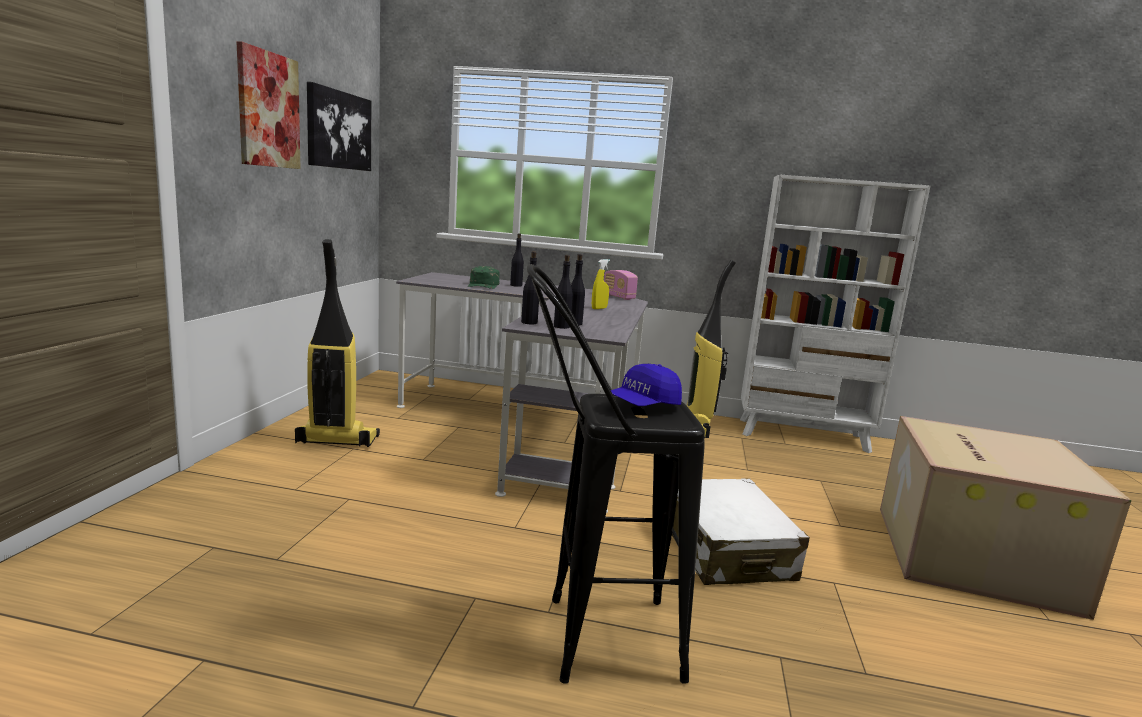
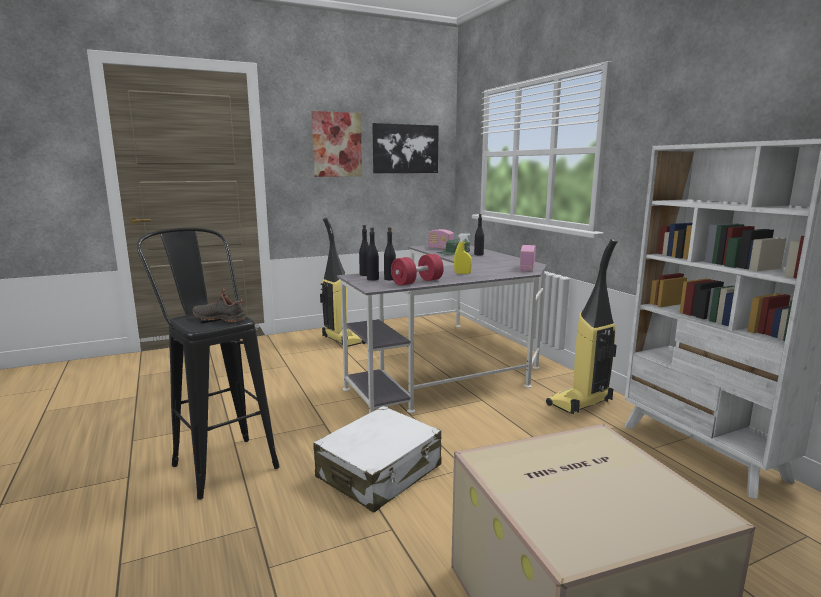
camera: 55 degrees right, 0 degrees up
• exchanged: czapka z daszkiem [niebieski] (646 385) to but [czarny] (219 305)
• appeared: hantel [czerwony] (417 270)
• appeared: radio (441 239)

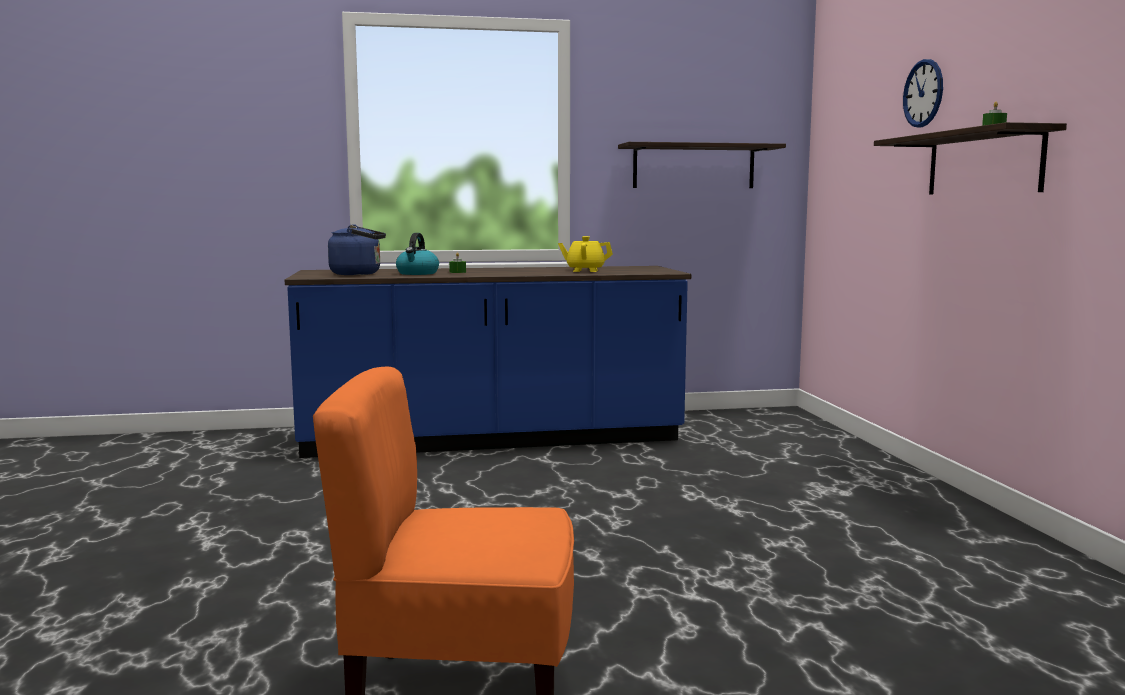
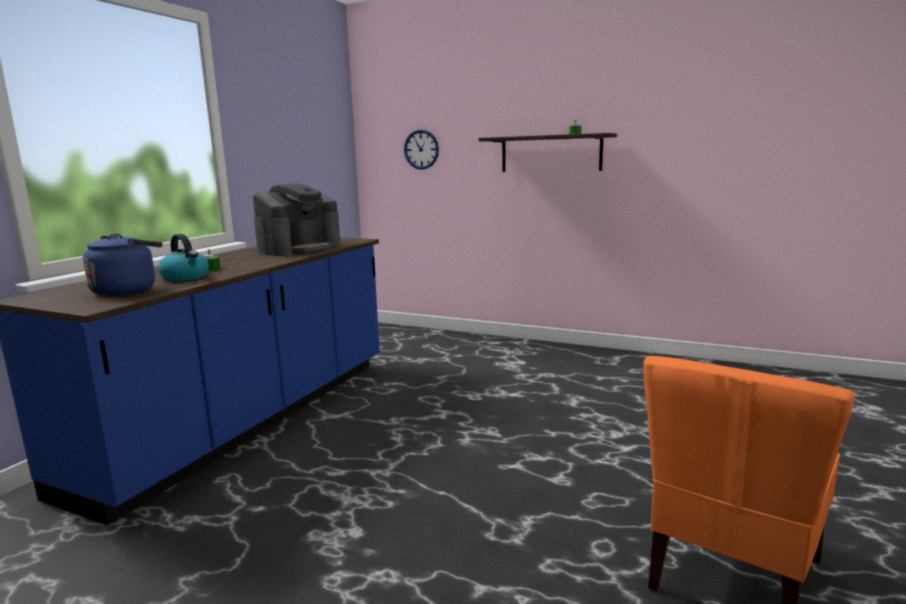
camera: 55 degrees left, 5 degrees up
• exchanged: imbryk [żółty] (585 254) to ekspres do kawy (297 219)
• relocated: zegar ścienny (923 93) to (421 149)
• missing: półka (702 165)

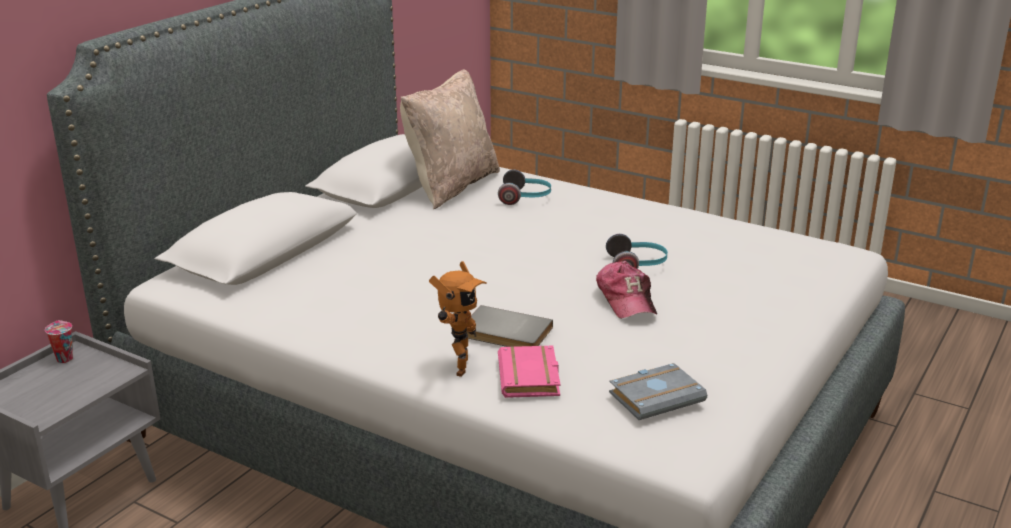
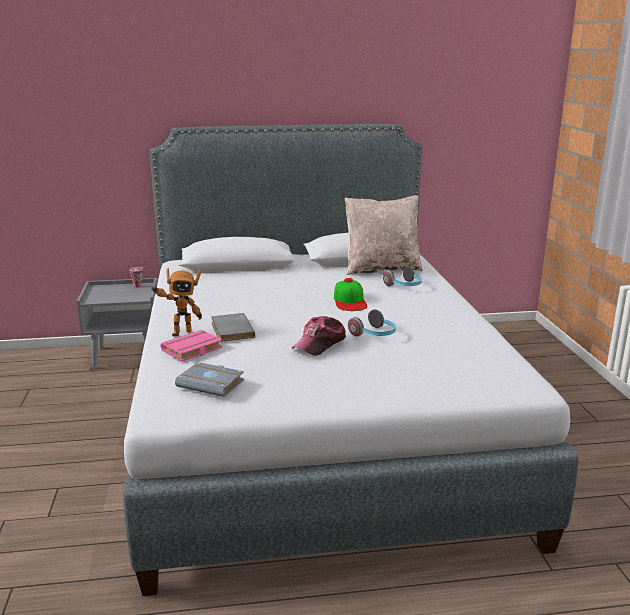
camera: 50 degrees right, 5 degrees down
• appeared: czapka z daszkiem (351 294)

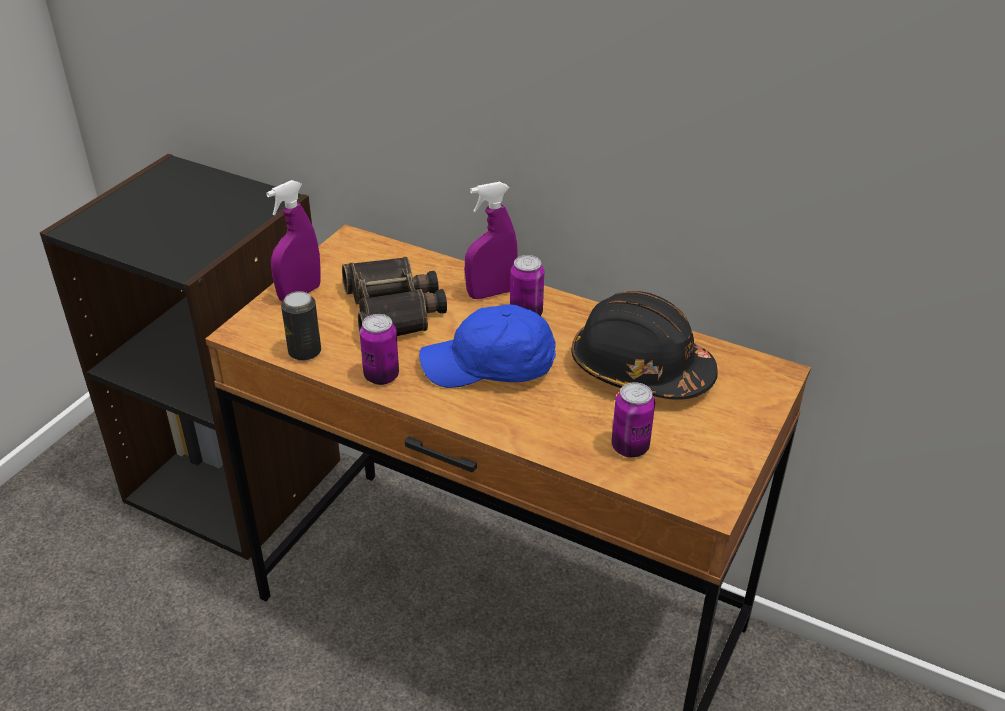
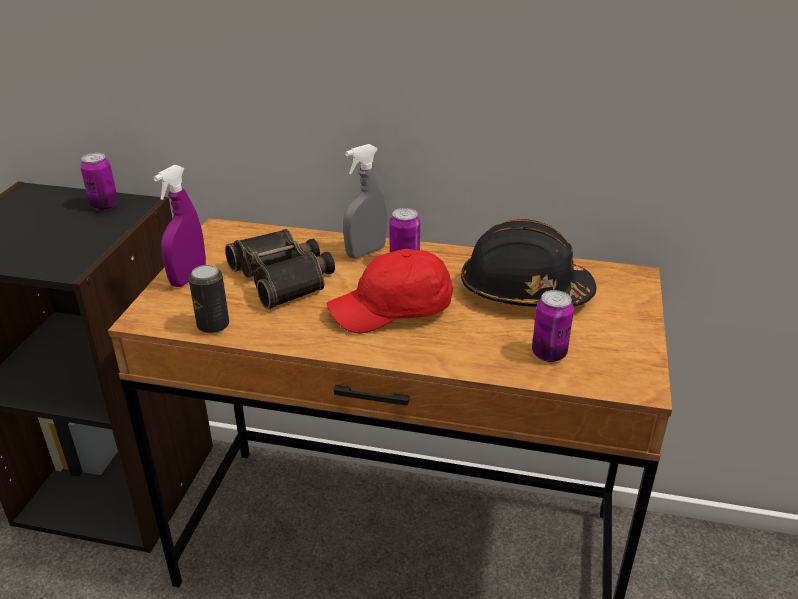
camera: 15 degrees left, 5 degrees down
• relocated: puszka (379 349) to (99 182)
• colour: czapka z daszkiem [niebieski] (487 346) to czapka z daszkiem [czerwony] (389 291)
• colour: spryskiwacz [fioletowy] (491 240) to spryskiwacz [szary] (365 201)

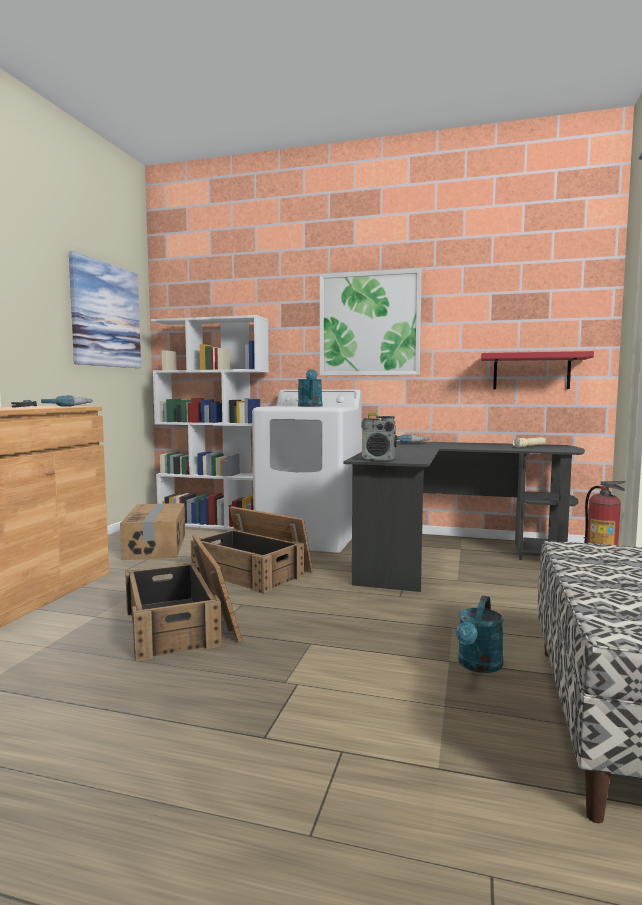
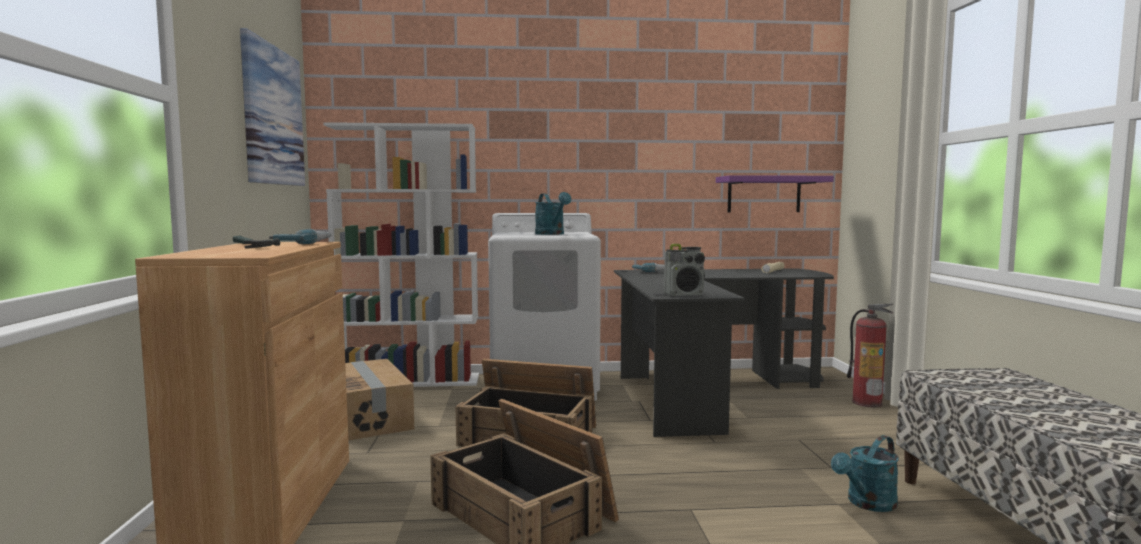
camera: 20 degrees left, 0 degrees up
• colour: półka [czerwony] (537 370) to półka [fioletowy] (775 193)
• spun: konewka [turkusowy] (480 634) = (865 473) 45 degrees clockwise
• missing: obraz (371 322)

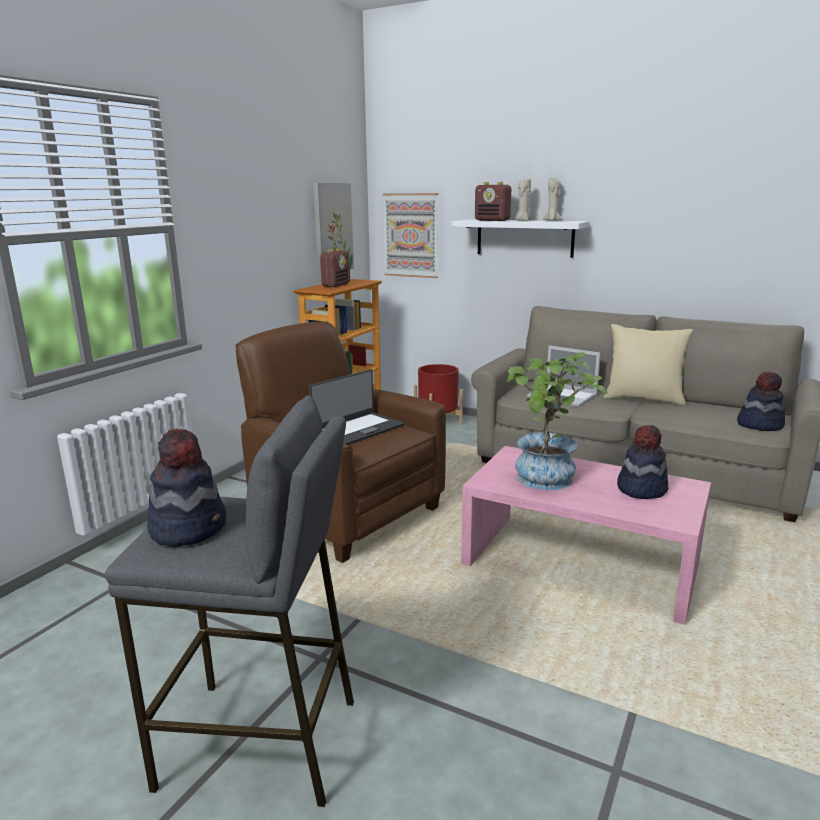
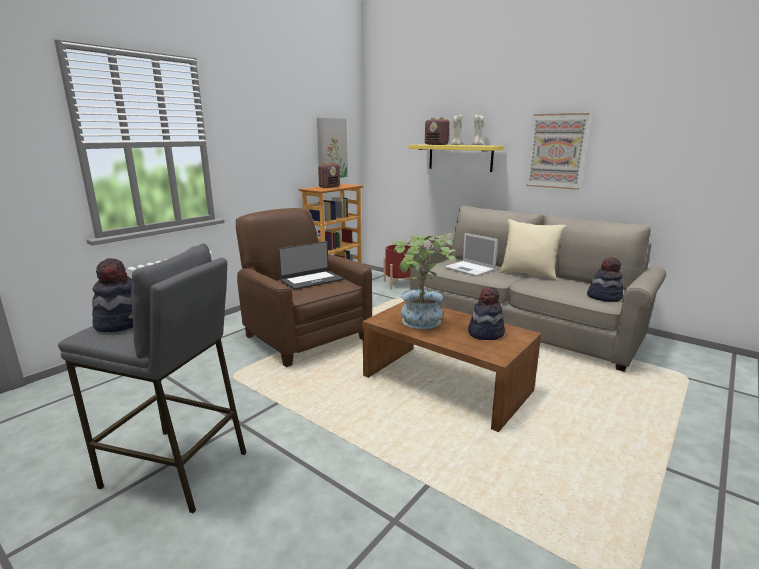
camera: 10 degrees right, 0 degrees up
• colour: ława [różowy] (586 535) to ława [brązowy] (451 366)
• colour: półka [biały] (520 239) to półka [żółty] (455 158)
• relocated: obraz (410 235) to (558 151)

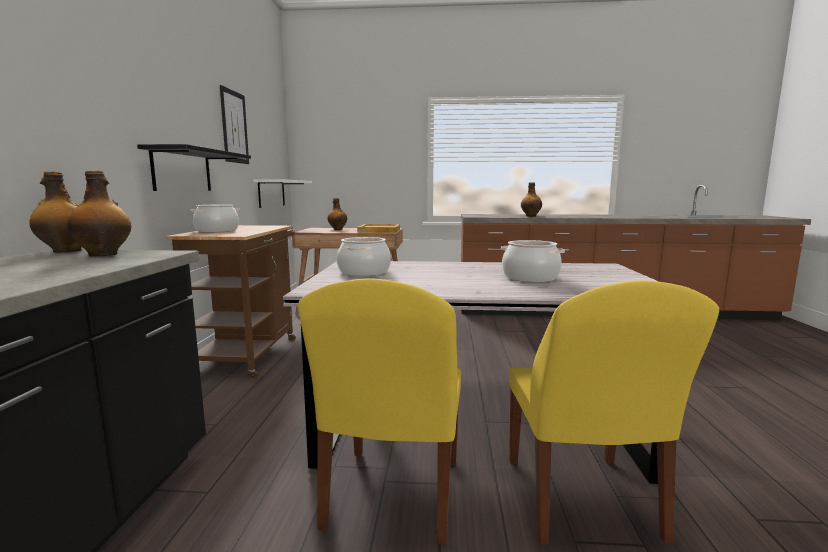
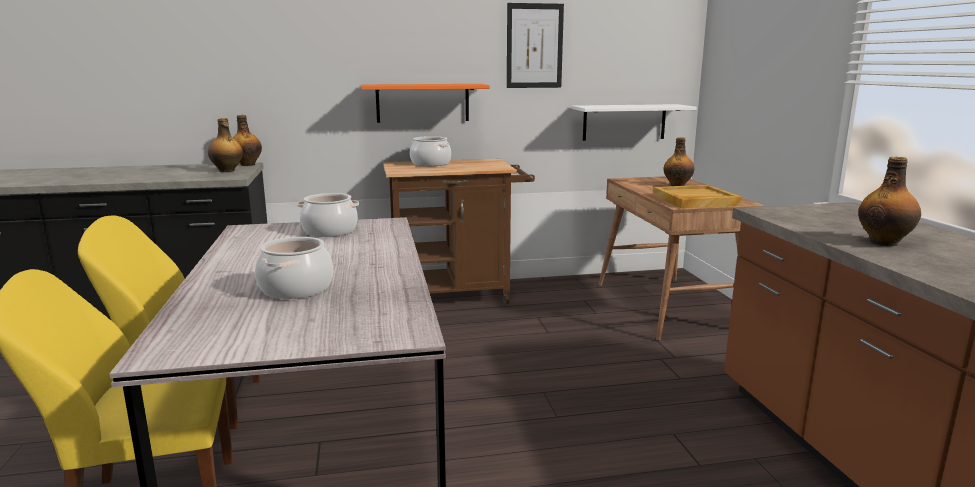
camera: 75 degrees right, 5 degrees up
• colour: półka [czarny] (194 167) to półka [pomarańczowy] (425 103)

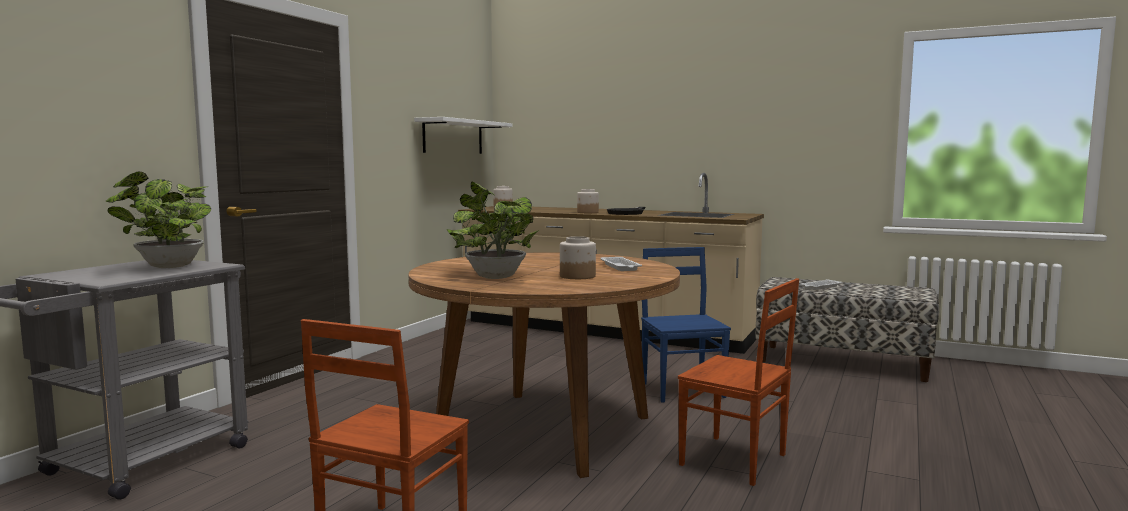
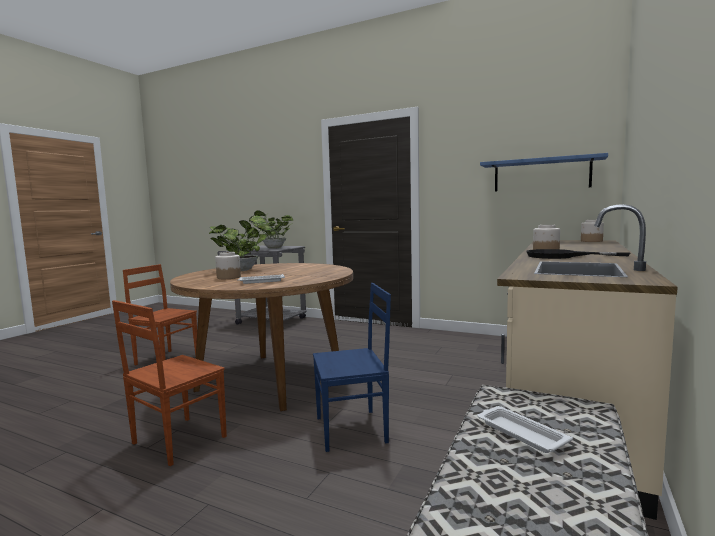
camera: 90 degrees right, 0 degrees up
• colour: półka [biały] (463 135) to półka [niebieski] (544 172)

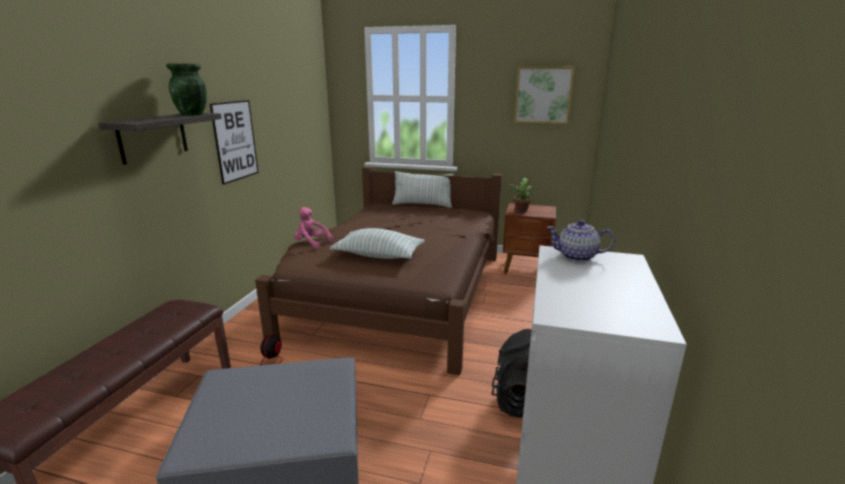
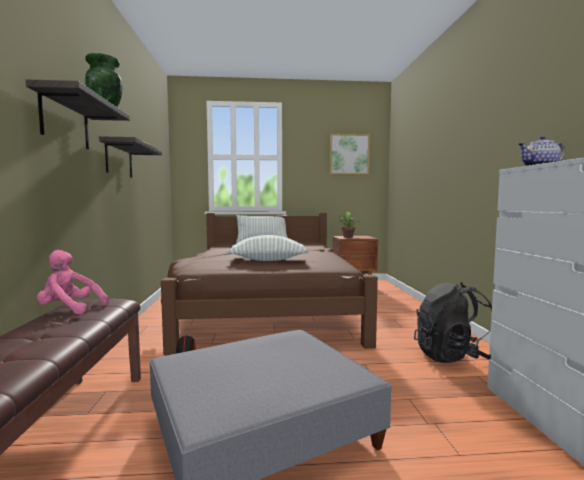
camera: 20 degrees left, 15 degrees down
• relocated: pluszak [różowy] (313 228) to (73 282)
• exchanged: obraz (234 142) to półka (130 157)

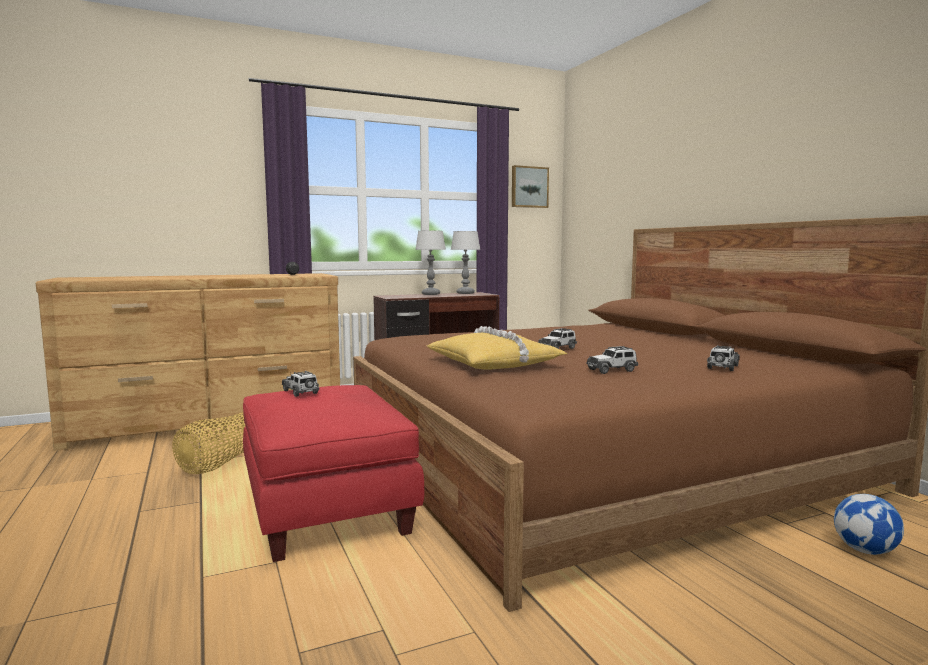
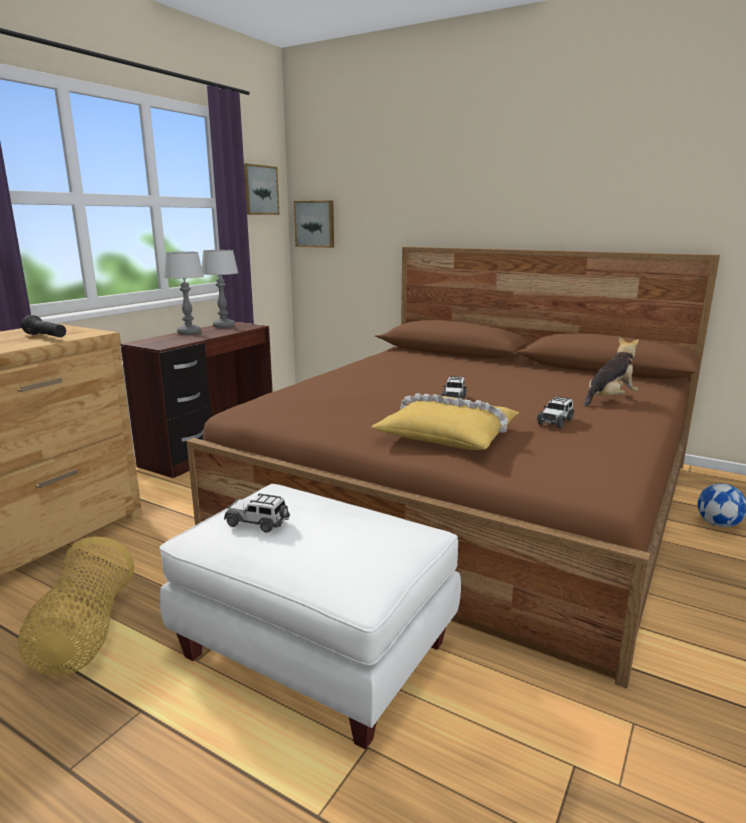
camera: 35 degrees left, 10 degrees up
• colour: pufa [czerwony] (333 473) to pufa [biały] (310 617)
• appeared: obraz (314 224)
• exchanged: samochodzik (723 358) to pluszak (611 372)

